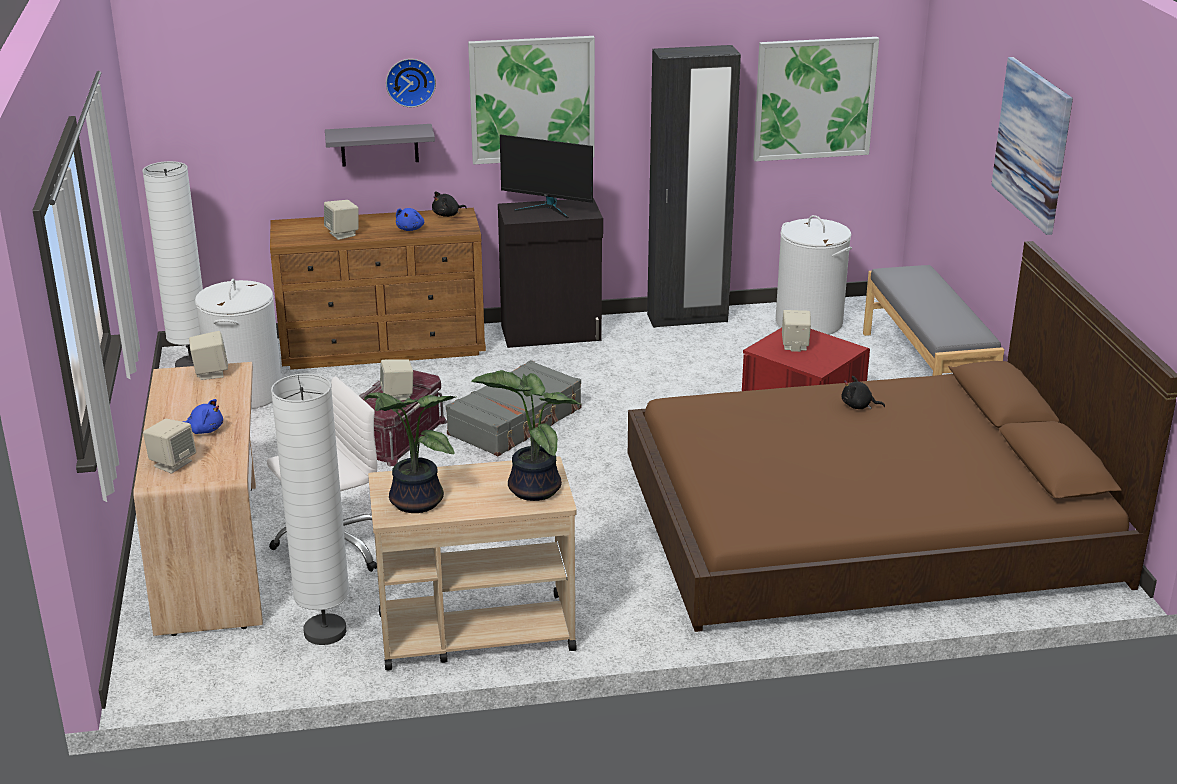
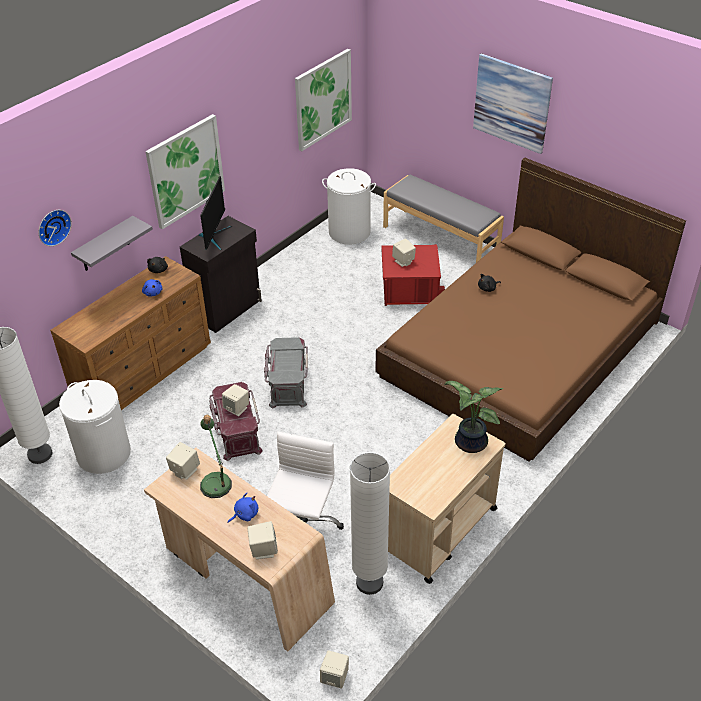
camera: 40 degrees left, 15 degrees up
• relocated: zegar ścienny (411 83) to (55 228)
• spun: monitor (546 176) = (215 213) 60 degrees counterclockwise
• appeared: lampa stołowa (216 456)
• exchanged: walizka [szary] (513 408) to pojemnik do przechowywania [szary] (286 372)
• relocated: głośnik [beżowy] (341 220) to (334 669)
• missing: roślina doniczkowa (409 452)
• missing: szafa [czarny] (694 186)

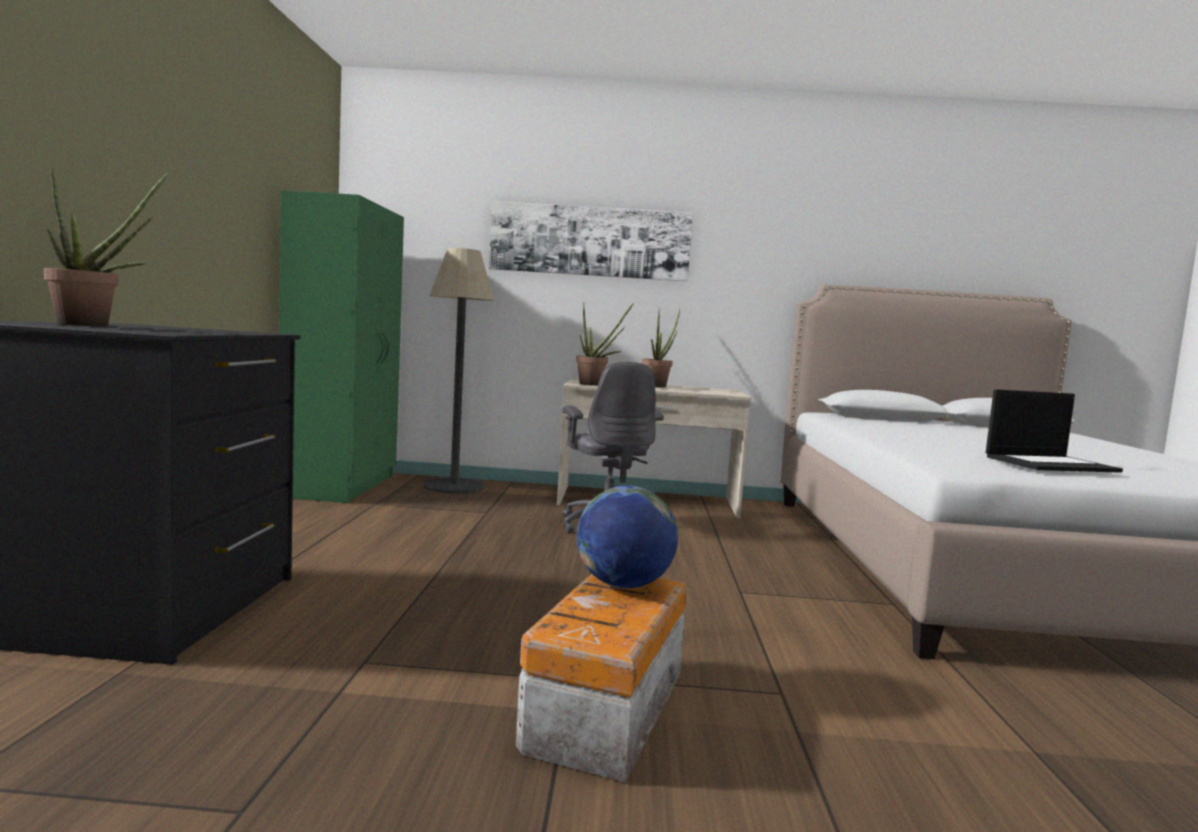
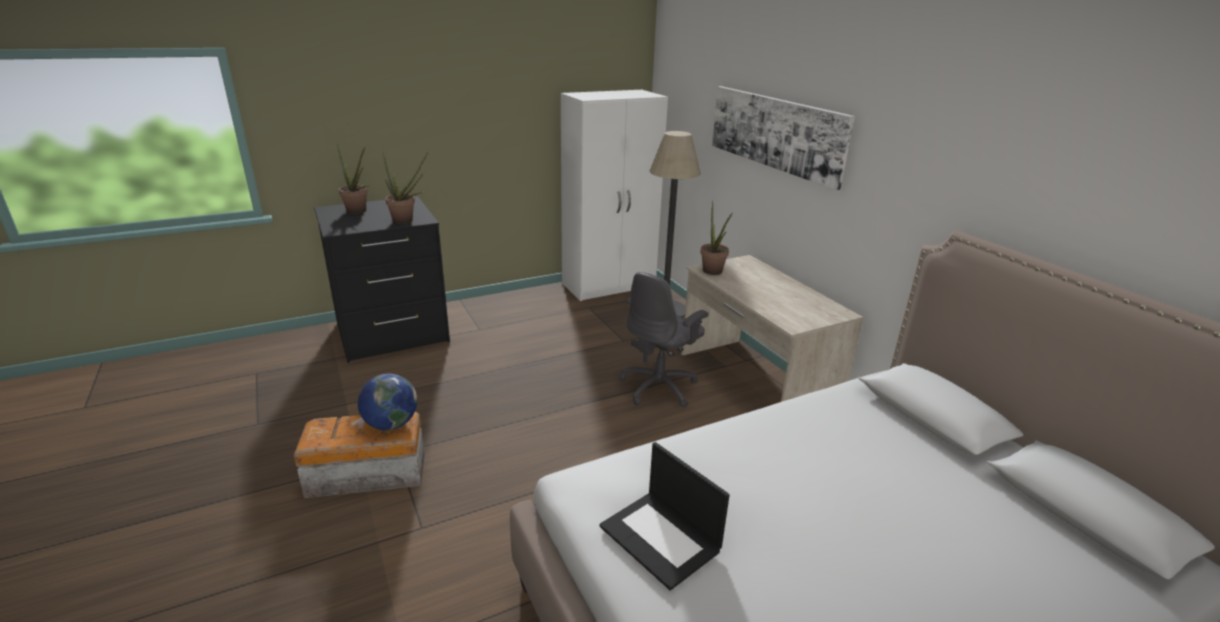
camera: 60 degrees right, 20 degrees up
• relocated: roślina doniczkowa (661 348) to (406 187)
• colour: szafa [zielony] (341 346) to szafa [biały] (614 195)

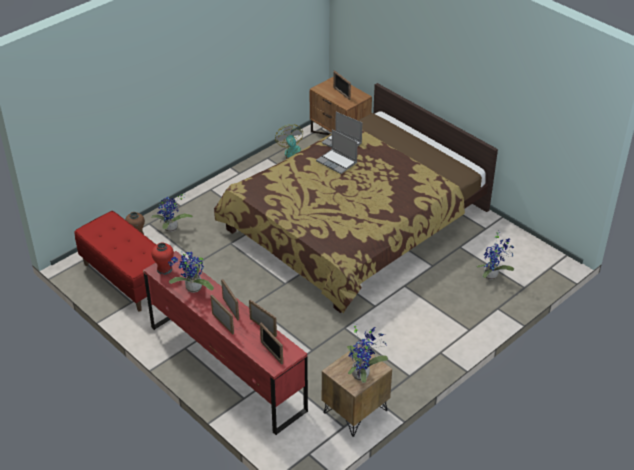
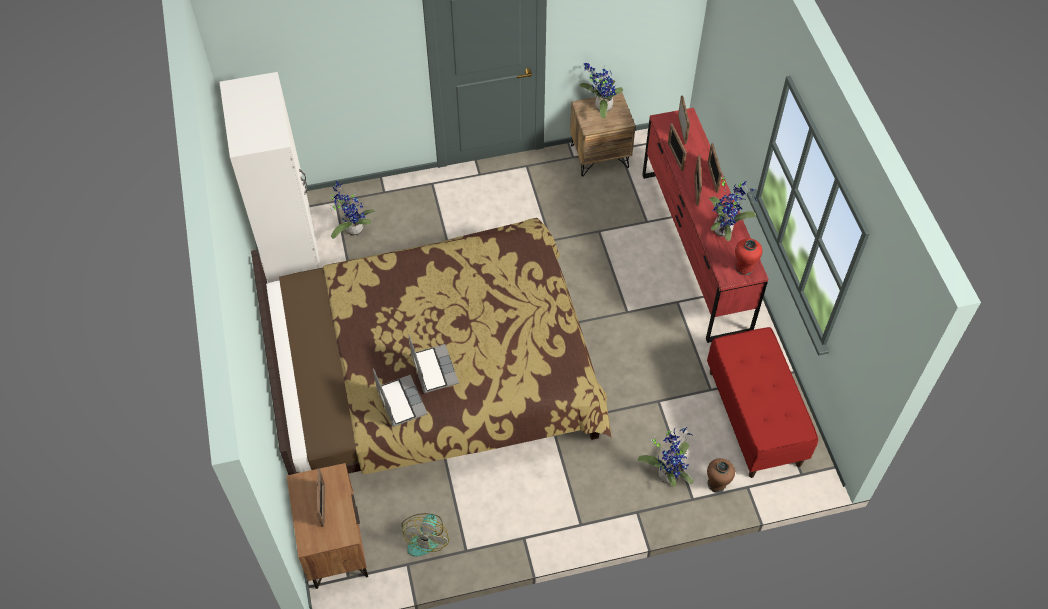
camera: 150 degrees left, 15 degrees up
• appeared: szafa [biały] (270 177)

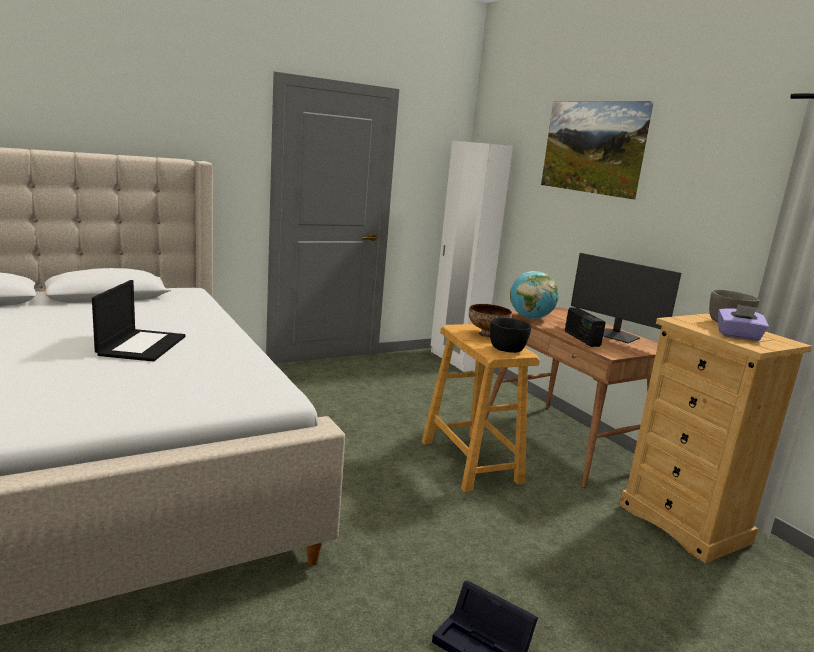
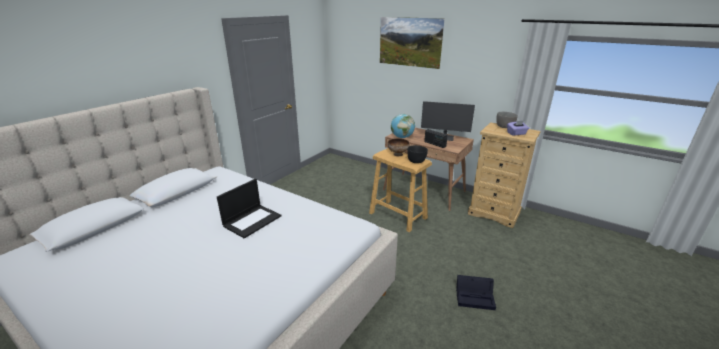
camera: 25 degrees left, 10 degrees up
• spun: laptop (139 321) = (249 209) 60 degrees clockwise
• missing: szafa [biały] (472 256)

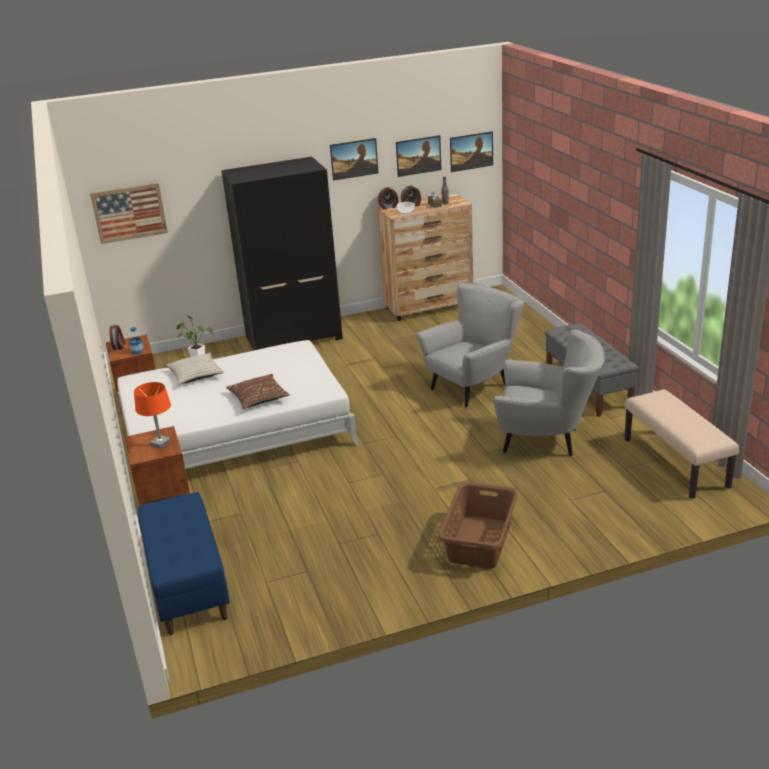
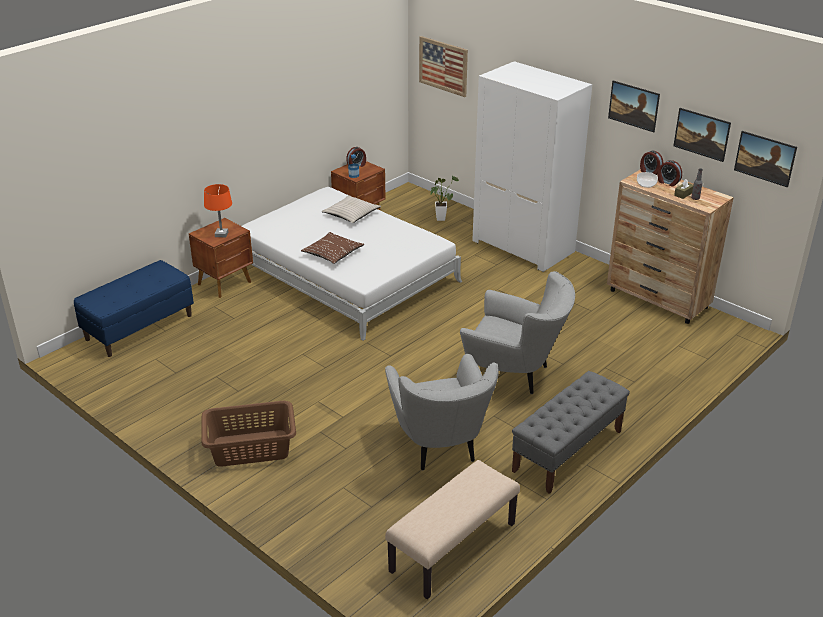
camera: 60 degrees right, 5 degrees up
• colour: szafa [czarny] (282 253) to szafa [biały] (532 166)

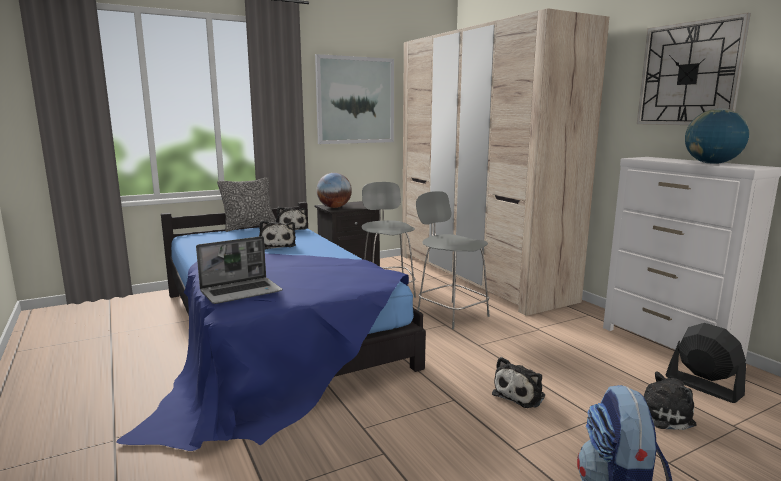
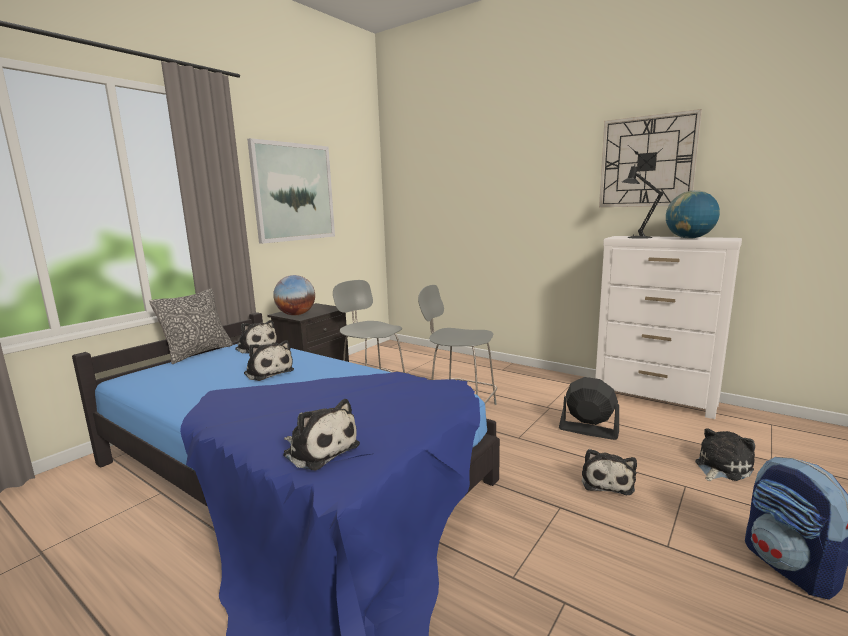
camera: 25 degrees left, 0 degrees up
• exchanged: laptop (239 270) to pluszak (321 434)
• relocated: wentylator [czarny] (706 363) to (589 408)
• appeared: lampa stołowa [czarny] (642 200)
• missing: szafa [beżowy] (505 162)

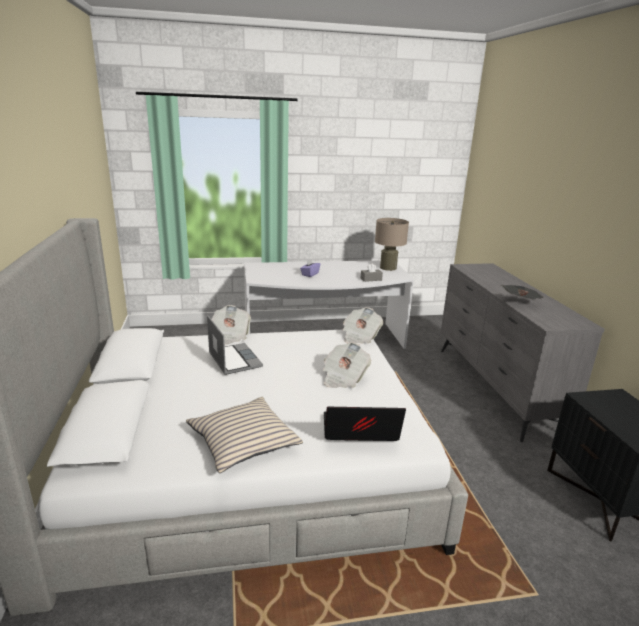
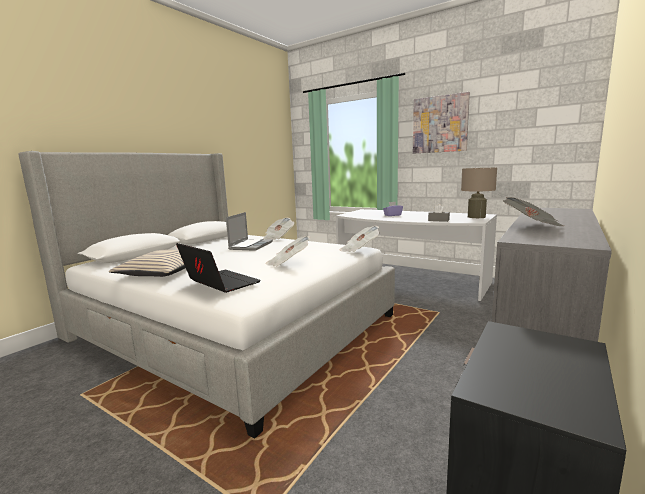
camera: 45 degrees right, 10 degrees down
• appeared: obraz (441 122)

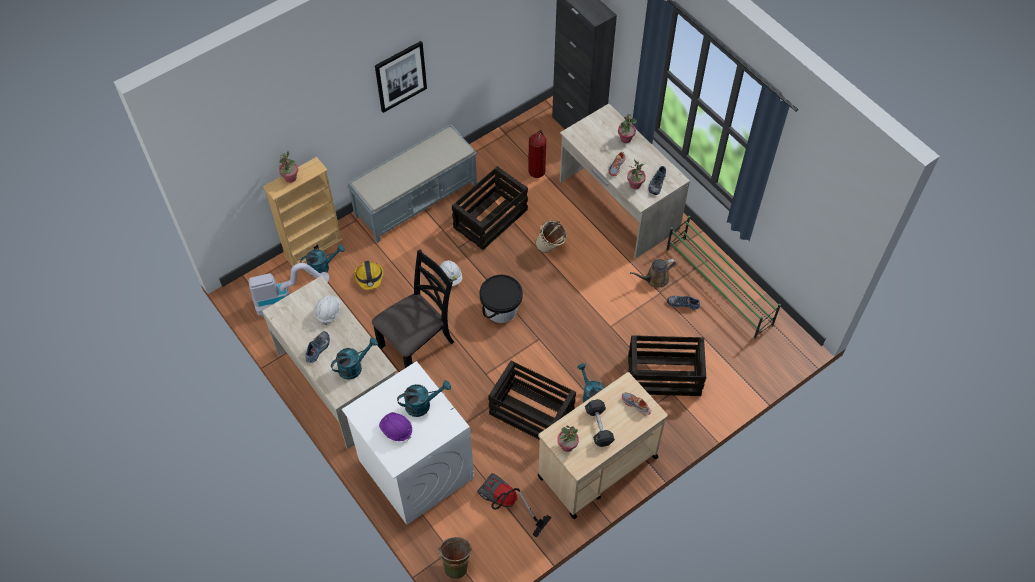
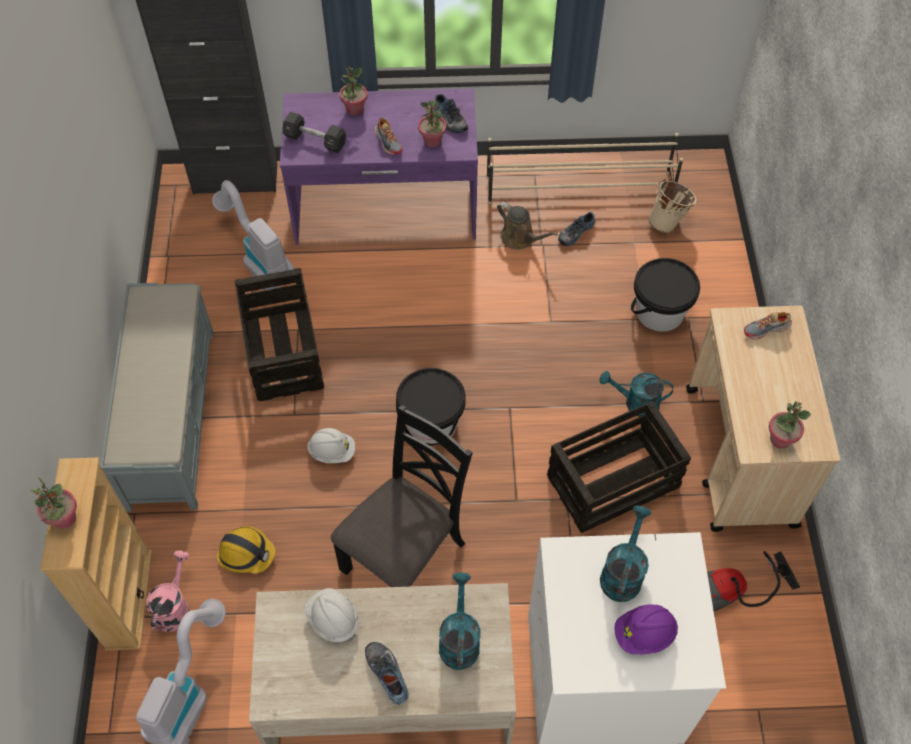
camera: 55 degrees left, 0 degrees up
• colour: konewka [turkusowy] (322 258) to konewka [różowy] (167 591)
• exchanged: gaśnica (537 154) to odkurzacz (253 235)
• colour: biurko [beżowy] (625 181) to biurko [fioletowy] (379 167)
• relocated: hantel [czarny] (600 423) to (314 132)
• spun: krzesło [czarny] (413 309) = (402 496) 45 degrees clockwise
• colour: regał na buty [zielony] (723 277) to regał na buty [beżowy] (584 168)
• spun: konewka [brązowy] (653 273) = (527 226) 60 degrees counterclockwise
• exchanged: skrzynka (667 365) to wiadro [czarny] (665 295)
• relocated: wiadro [beżowy] (551 236) to (672 205)
• missing: obraz (401 77)
• missing: wiadro [zielony] (455 558)

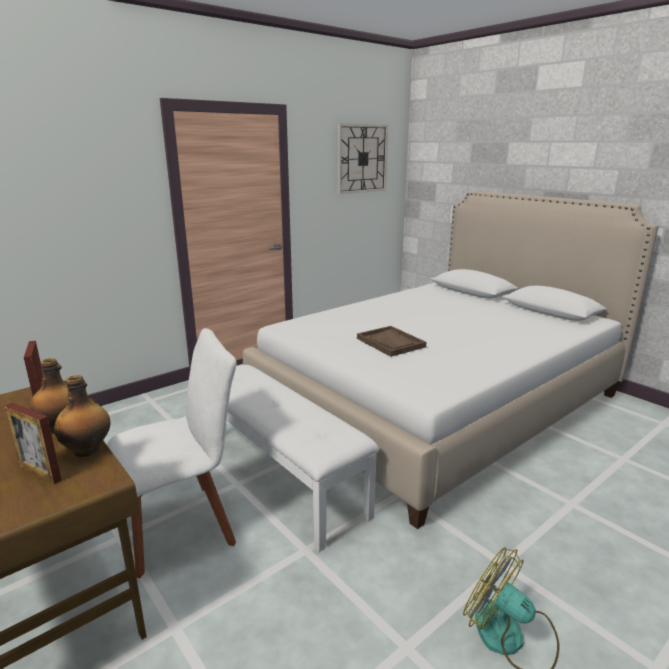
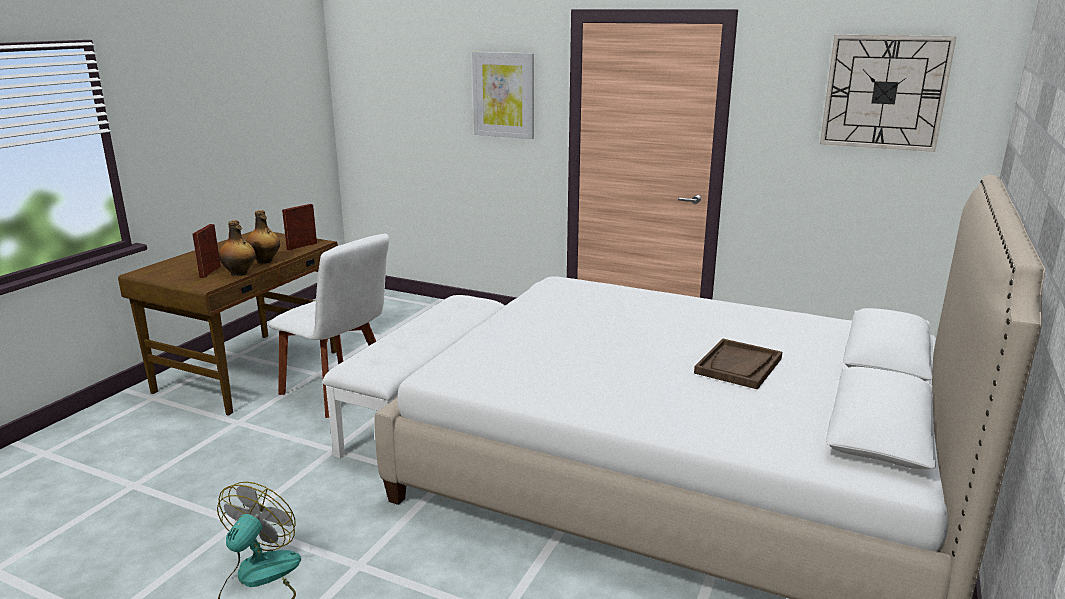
camera: 65 degrees right, 0 degrees up
• appeared: obraz (503 95)
• relocated: taca [brązowy] (391 341) to (738 364)

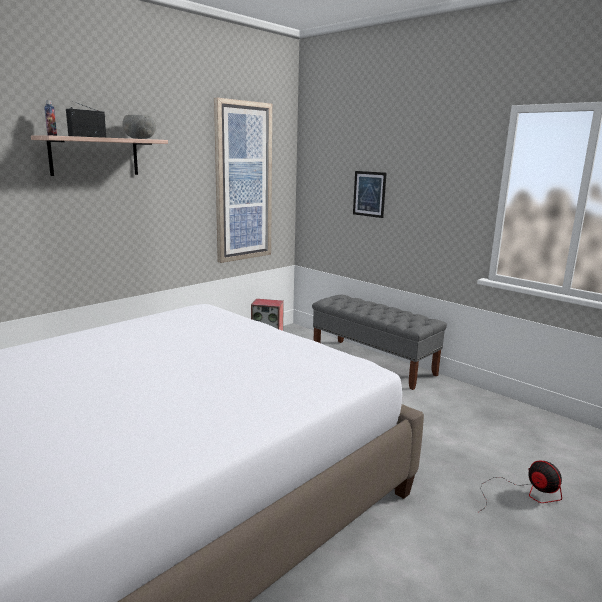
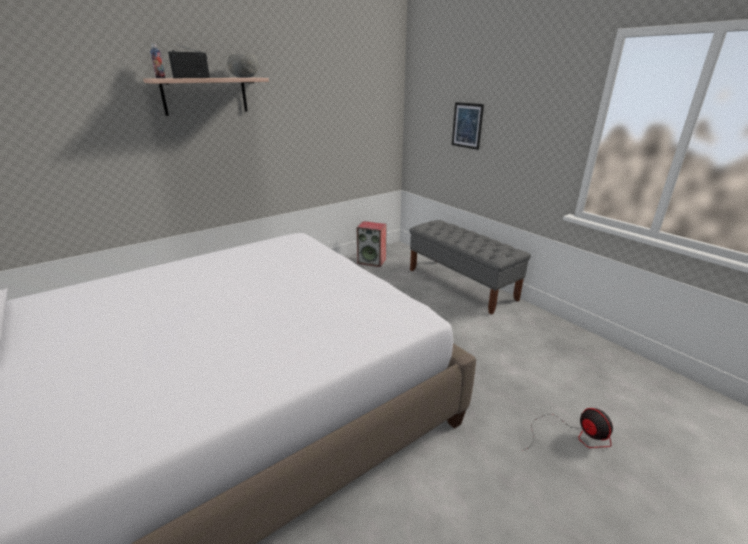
camera: 10 degrees right, 10 degrees up
• missing: obraz (243 180)

